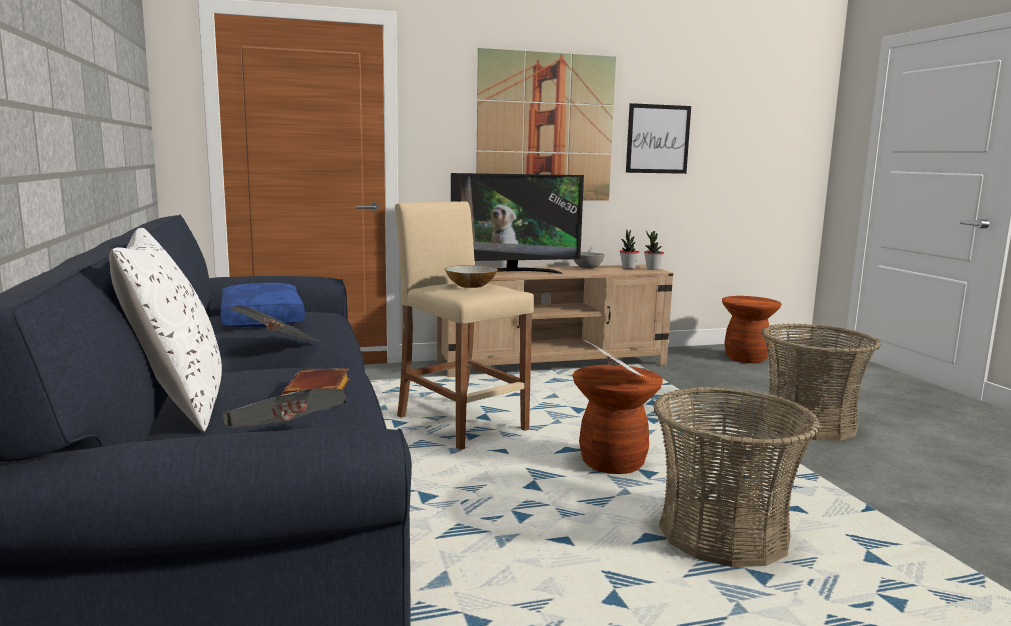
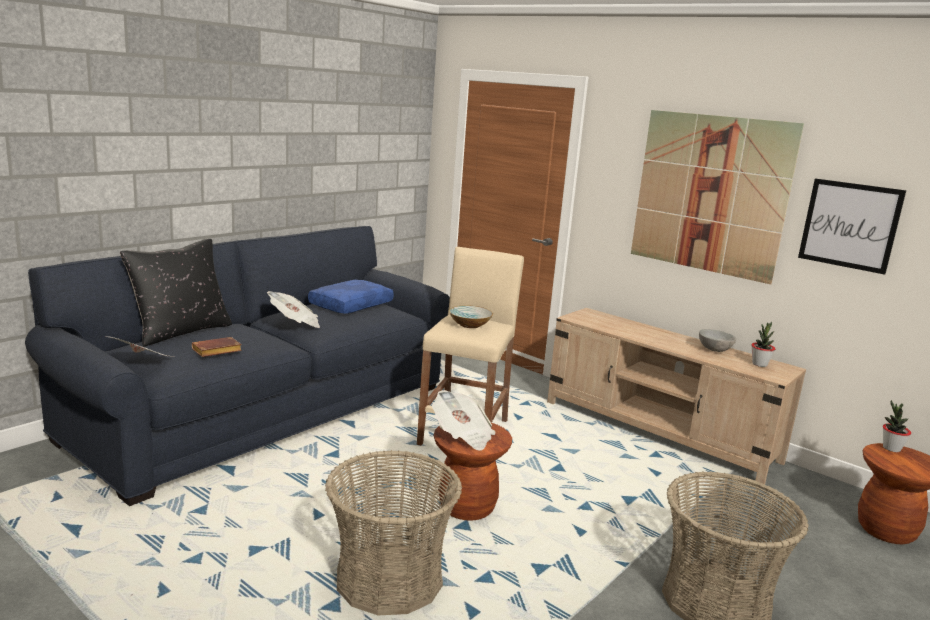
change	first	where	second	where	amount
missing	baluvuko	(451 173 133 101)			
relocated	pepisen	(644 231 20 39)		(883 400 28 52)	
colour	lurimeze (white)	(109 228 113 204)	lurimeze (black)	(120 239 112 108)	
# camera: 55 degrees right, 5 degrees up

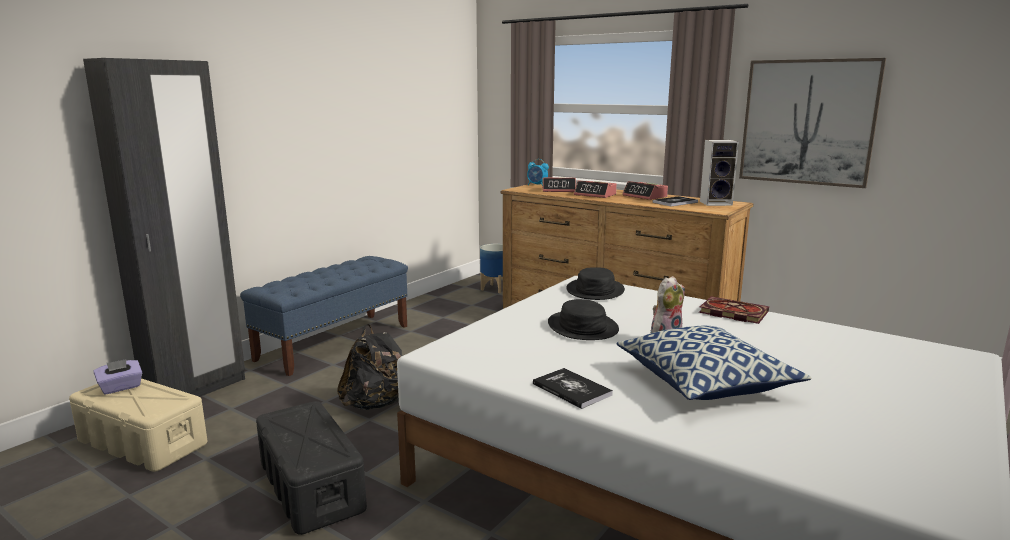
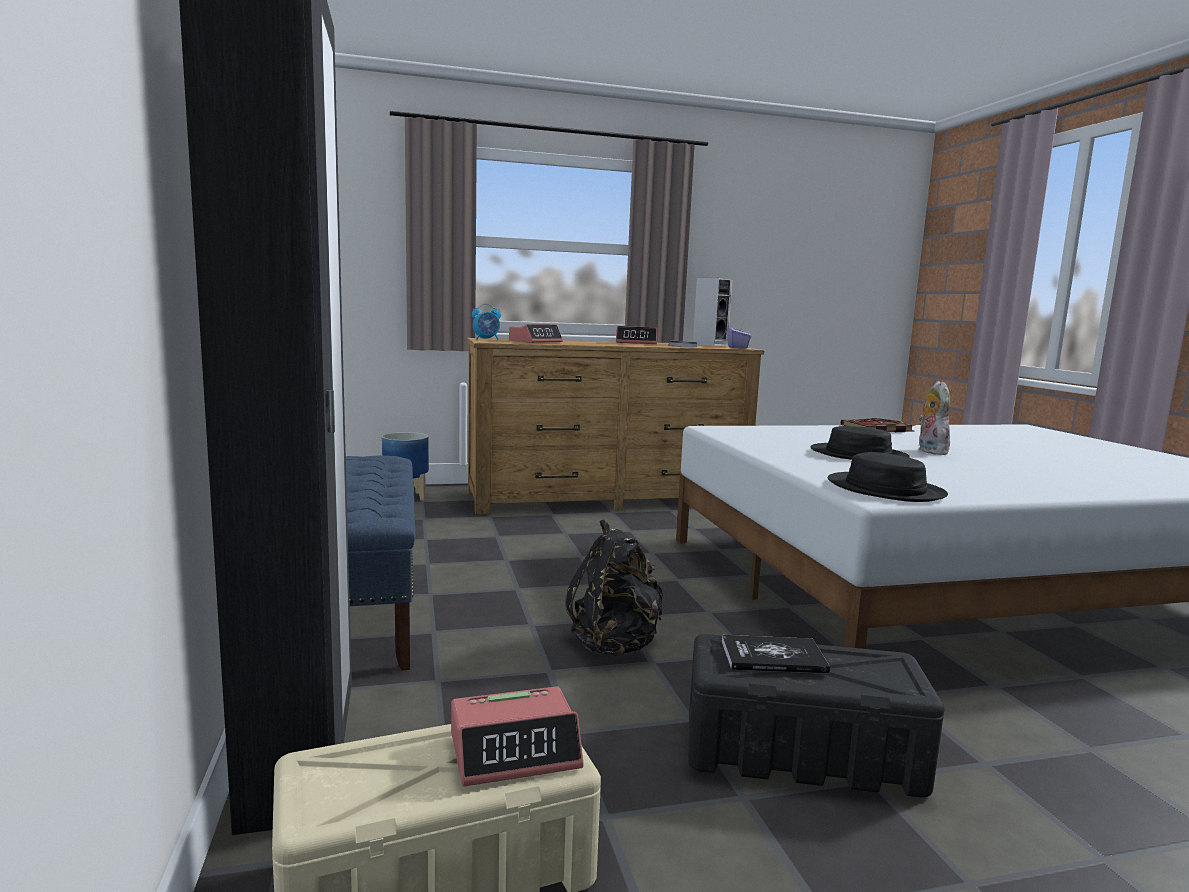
change	first	where	second	where	amount
missing	lurimeze	(617 326 194 74)			
missing	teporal	(739 58 147 130)			
relocated	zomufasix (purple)	(93 359 49 35)		(727 323 24 25)	
relocated	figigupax	(533 368 80 41)		(722 635 108 39)	
relocated	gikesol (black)	(566 267 59 33)		(828 452 120 50)	
relocated	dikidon	(574 180 43 18)		(451 686 132 101)	
# camera: 50 degrees left, 5 degrees down

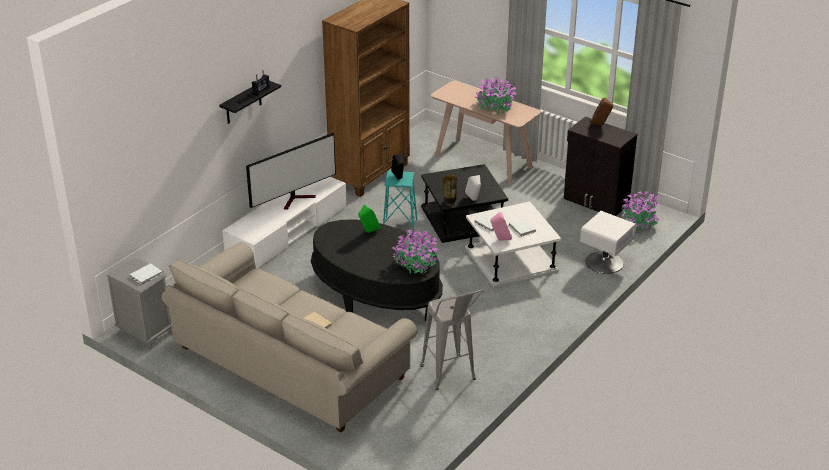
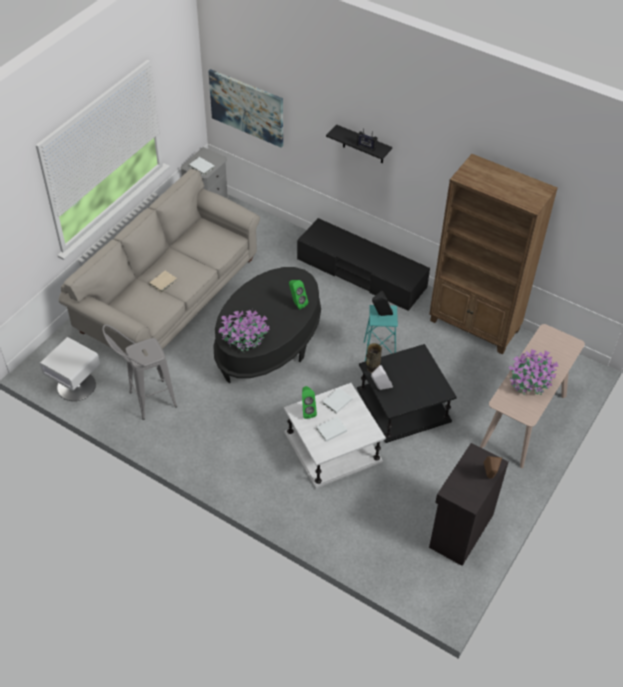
change	first	where	second	where	amount
missing	baluvuko	(246 133 90 77)			
missing	pepisen	(621 190 40 41)			
appeared			teporal	(208 69 75 79)	
relocated	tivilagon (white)	(580 211 56 63)		(39 337 61 64)	
colour	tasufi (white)	(222 177 125 91)	tasufi (black)	(297 218 133 93)	
colour	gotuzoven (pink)	(491 212 21 29)	gotuzoven (green)	(302 386 15 33)	
# camera: 85 degrees right, 15 degrees up

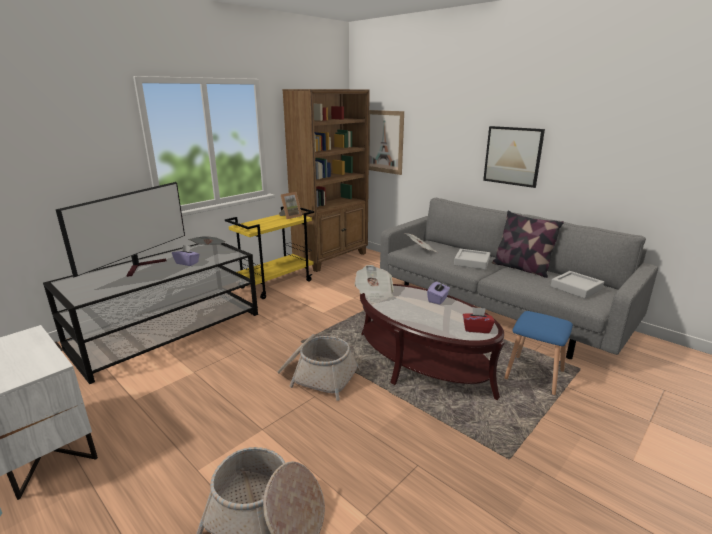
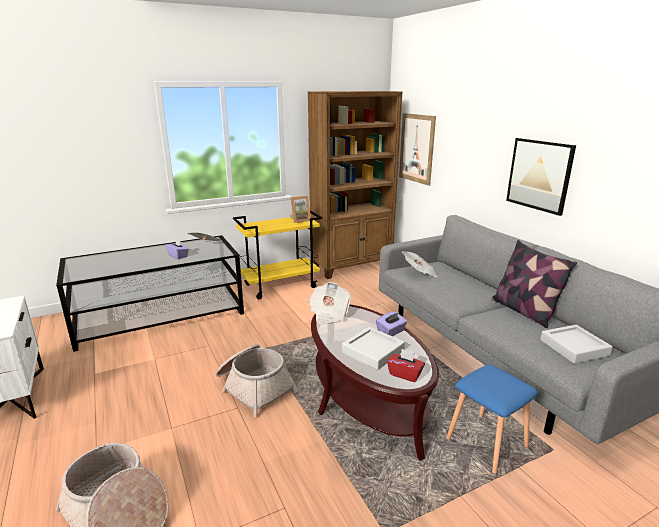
change	first	where	second	where	amount
missing	baluvuko	(56 182 129 95)			
relocated	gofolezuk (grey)	(454 249 36 21)		(342 327 63 43)	
# camera: 20 degrees right, 0 degrees up

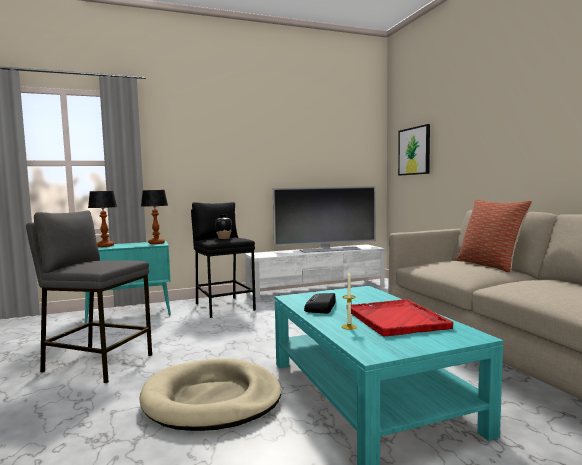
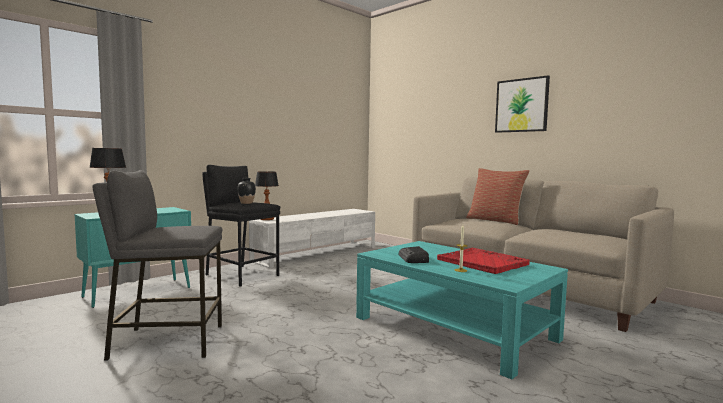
change	first	where	second	where	amount
missing	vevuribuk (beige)	(139 358 143 73)			
missing	baluvuko	(273 186 103 67)			
relocated	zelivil	(141 190 27 54)		(255 171 23 49)	
relocated	teporal	(398 124 32 52)		(495 75 55 58)	
# camera: 25 degrees left, 0 degrees up

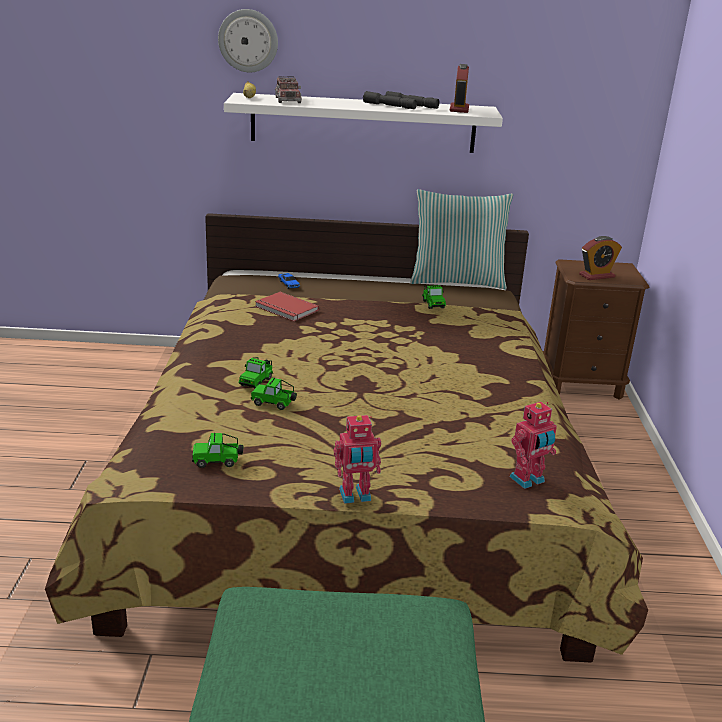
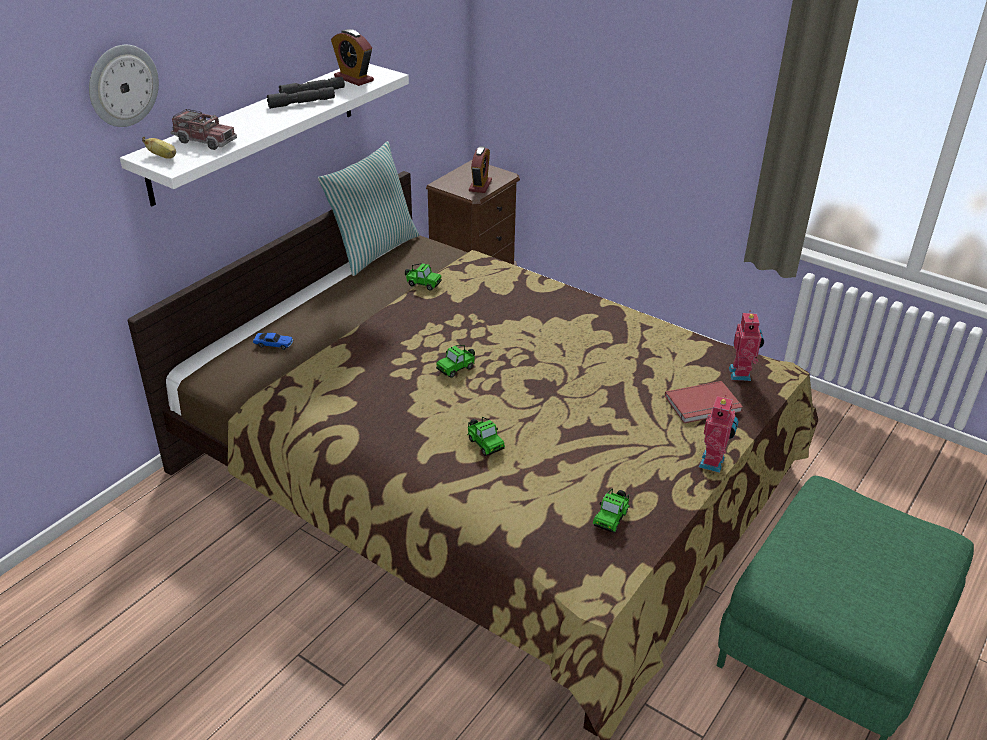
change	first	where	second	where	amount
relocated	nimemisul	(251 378 46 32)		(436 345 39 33)	
relocated	figigupax (red)	(255 292 64 29)		(665 381 78 42)	
# camera: 55 degrees left, 10 degrees up

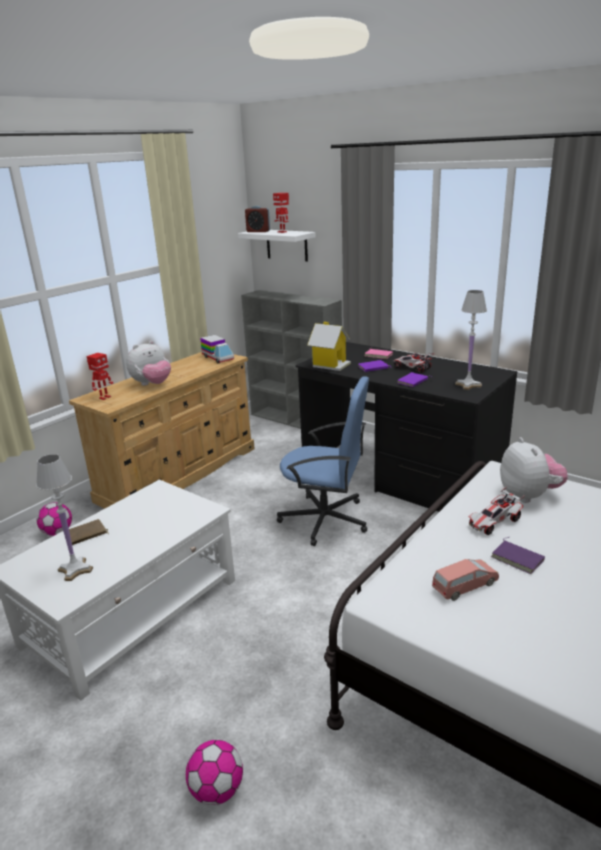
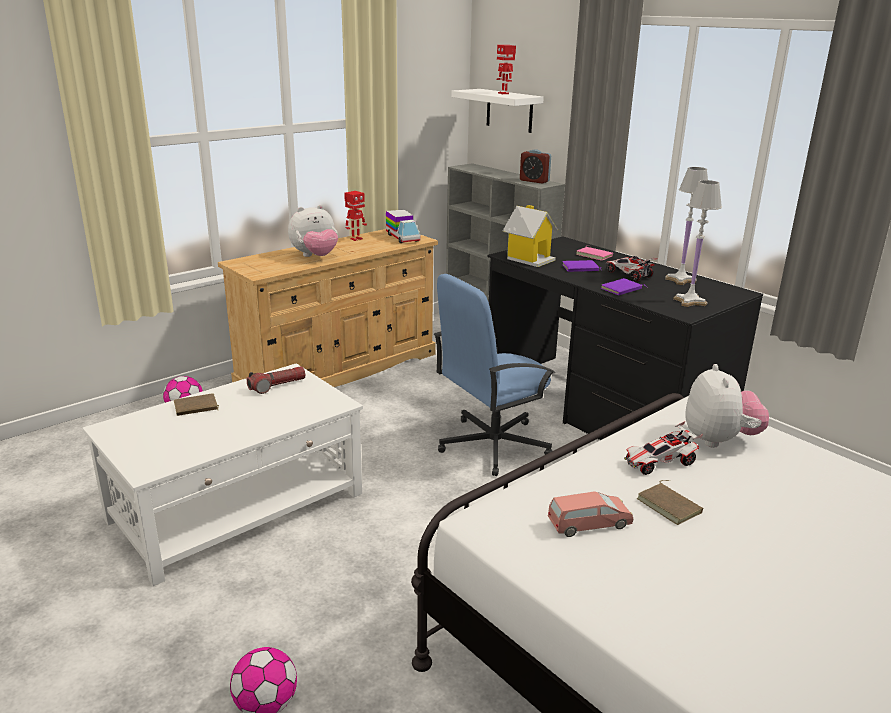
change	first	where	second	where	amount
appeared			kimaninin	(247 366 58 28)	
relocated	zelivil (white)	(36 454 57 127)		(665 167 43 118)	
relocated	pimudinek	(87 353 27 47)		(344 191 23 50)	
relocated	dikidon	(245 206 25 26)		(520 149 31 35)	
colour	figigupax (purple)	(491 537 54 37)	figigupax (brown)	(637 480 66 45)	
spun	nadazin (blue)	(277 376 92 170)		(434 274 121 202)	120 degrees clockwise
# camera: 10 degrees right, 0 degrees up

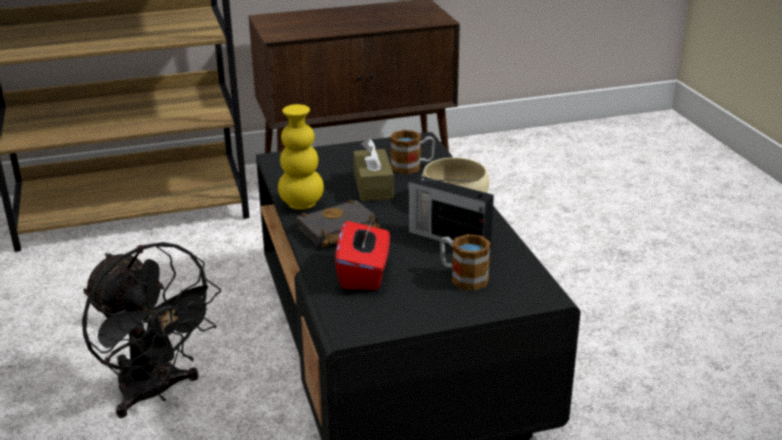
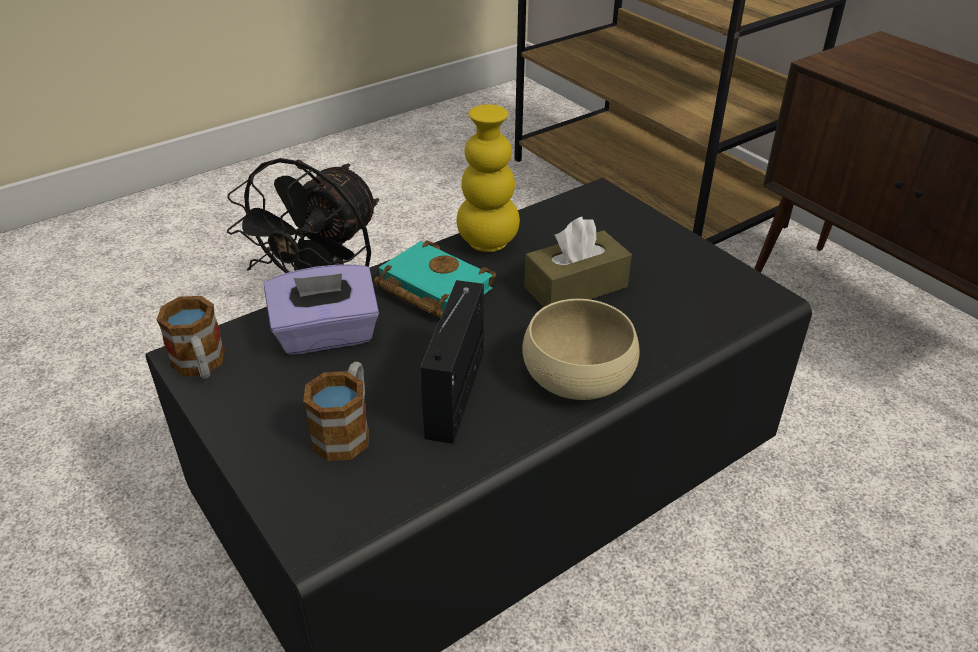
change	first	where	second	where	amount
relocated	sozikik	(390 130 45 44)		(156 296 69 83)	
colour	figigupax (black)	(297 199 83 49)	figigupax (turquoise)	(374 241 122 77)	
colour	zomufasix (red)	(335 221 55 69)	zomufasix (purple)	(264 264 115 91)	
# camera: 70 degrees right, 10 degrees up

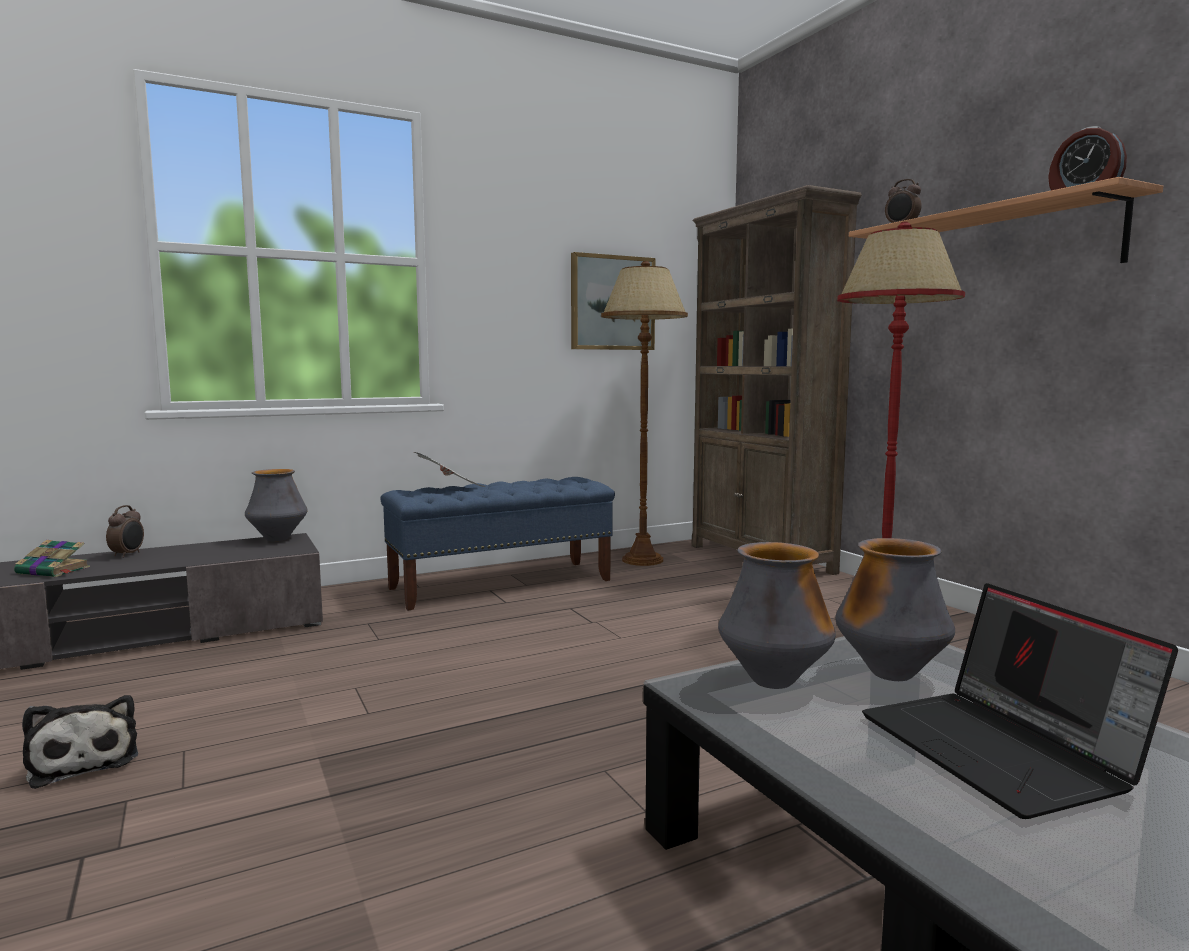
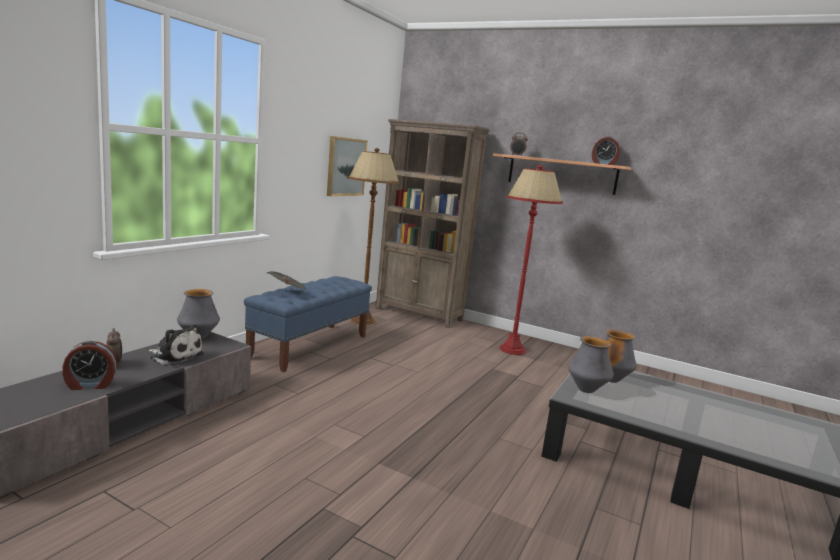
change	first	where	second	where	amount
missing	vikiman	(862 583 316 236)			
relocated	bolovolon	(22 695 116 94)		(148 325 56 41)	
exchanged	figigupax	(14 540 76 37)	dikidon	(62 341 55 49)	
# camera: 35 degrees left, 5 degrees up

